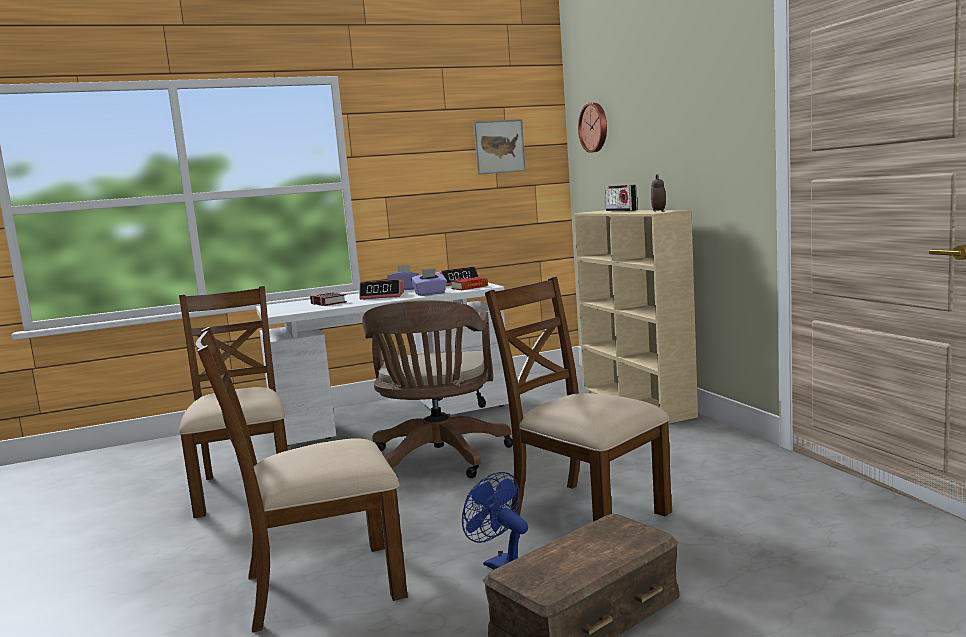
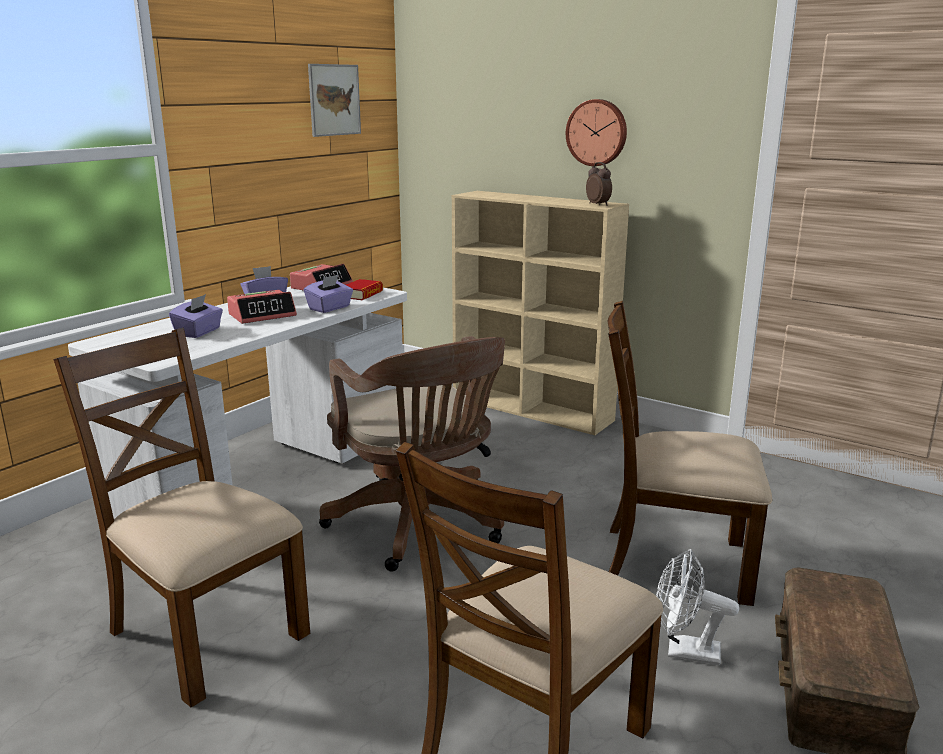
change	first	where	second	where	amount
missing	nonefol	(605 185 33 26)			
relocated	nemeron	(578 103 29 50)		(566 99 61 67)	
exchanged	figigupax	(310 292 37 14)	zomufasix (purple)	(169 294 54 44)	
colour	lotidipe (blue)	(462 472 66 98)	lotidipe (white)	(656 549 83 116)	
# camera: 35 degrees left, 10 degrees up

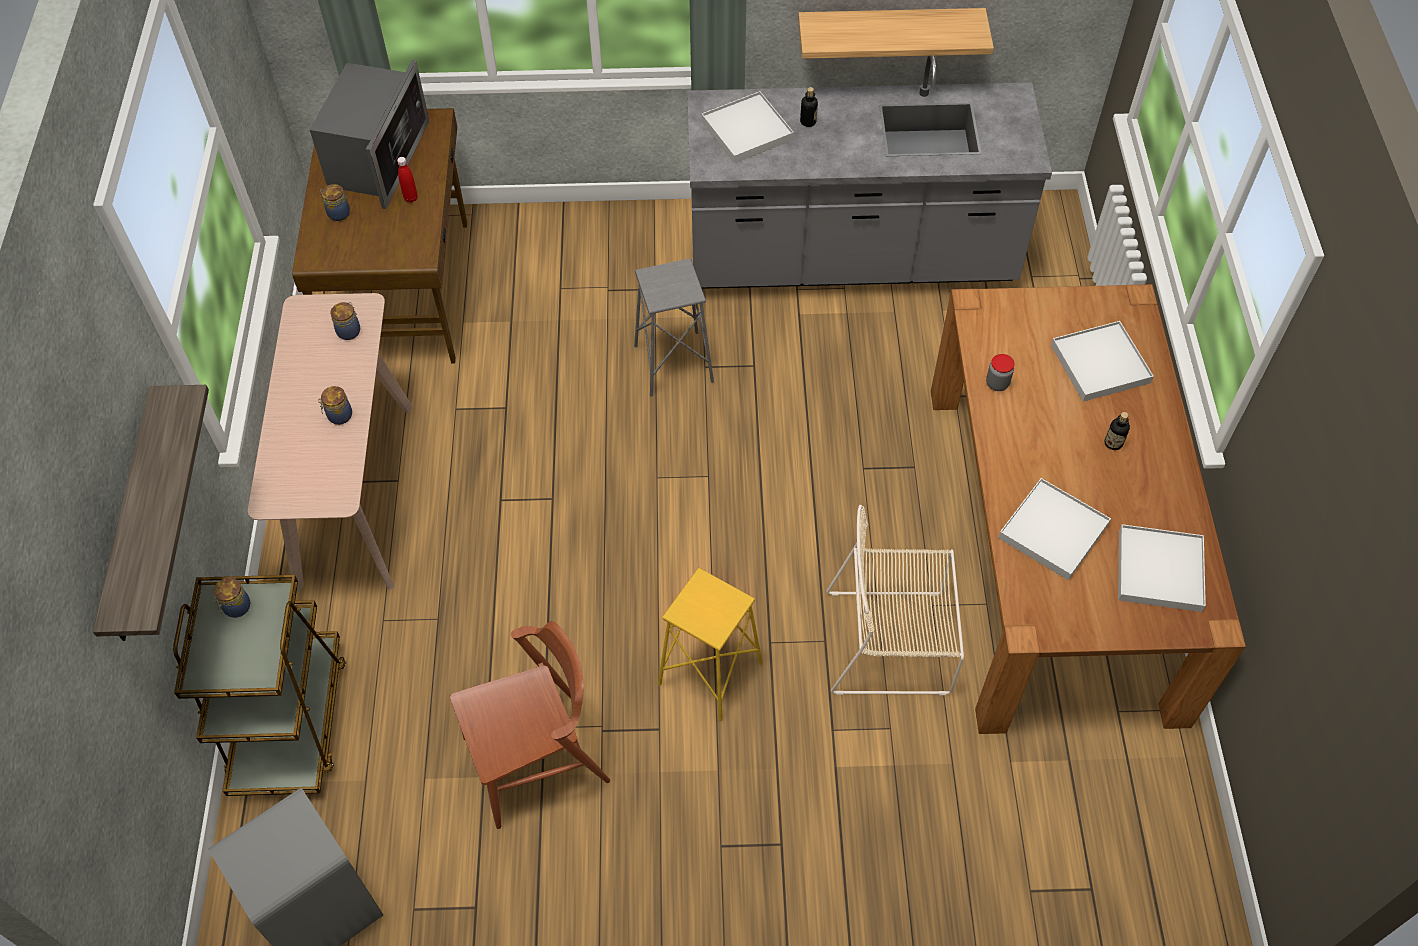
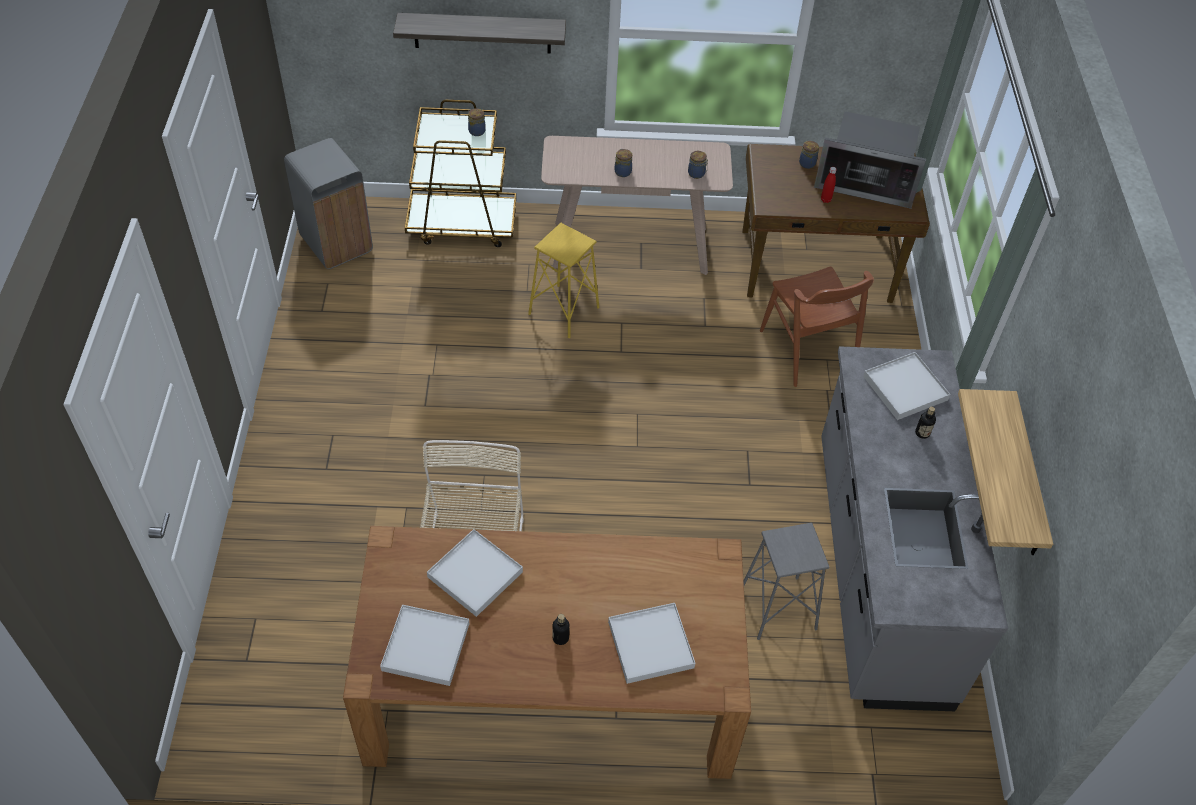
change	first	where	second	where	amount
missing	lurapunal	(986 354 29 37)			
relocated	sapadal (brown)	(450 621 160 208)		(760 267 114 120)	
relocated	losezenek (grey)	(634 258 80 139)		(744 523 85 117)	
relocated	losezenek (yellow)	(658 568 105 154)		(528 223 72 115)	
# camera: 90 degrees right, 5 degrees down

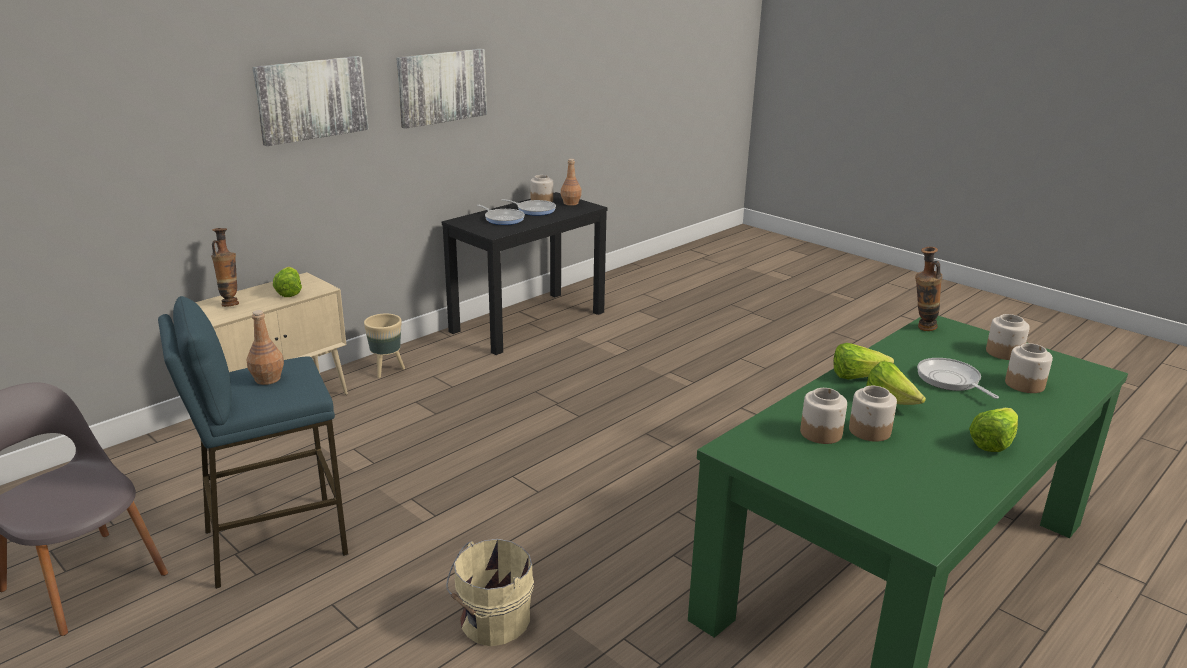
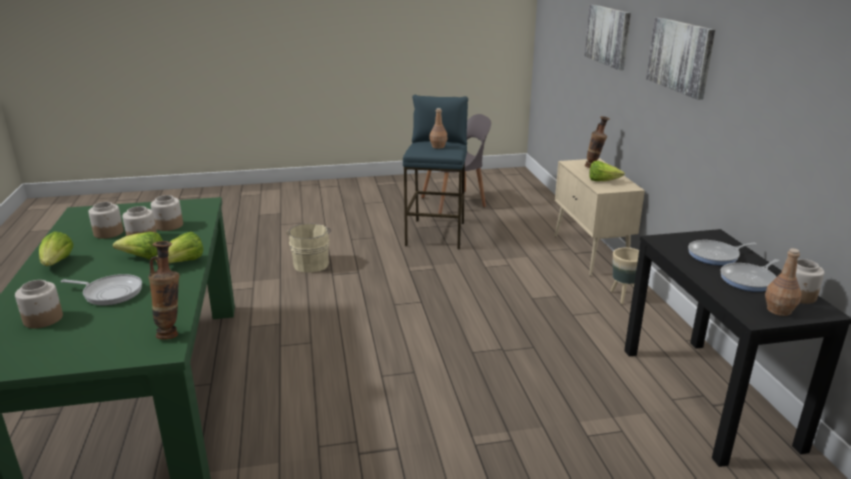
change	first	where	second	where	amount
relocated	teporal	(396 49 91 80)		(584 4 47 66)	
relocated	lurapunal	(986 314 44 46)		(88 202 36 37)	
# camera: 125 degrees right, 0 degrees up

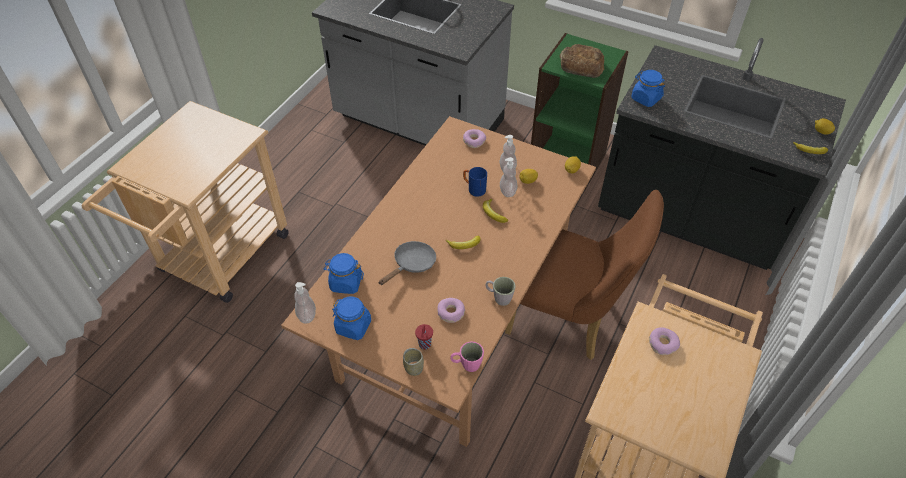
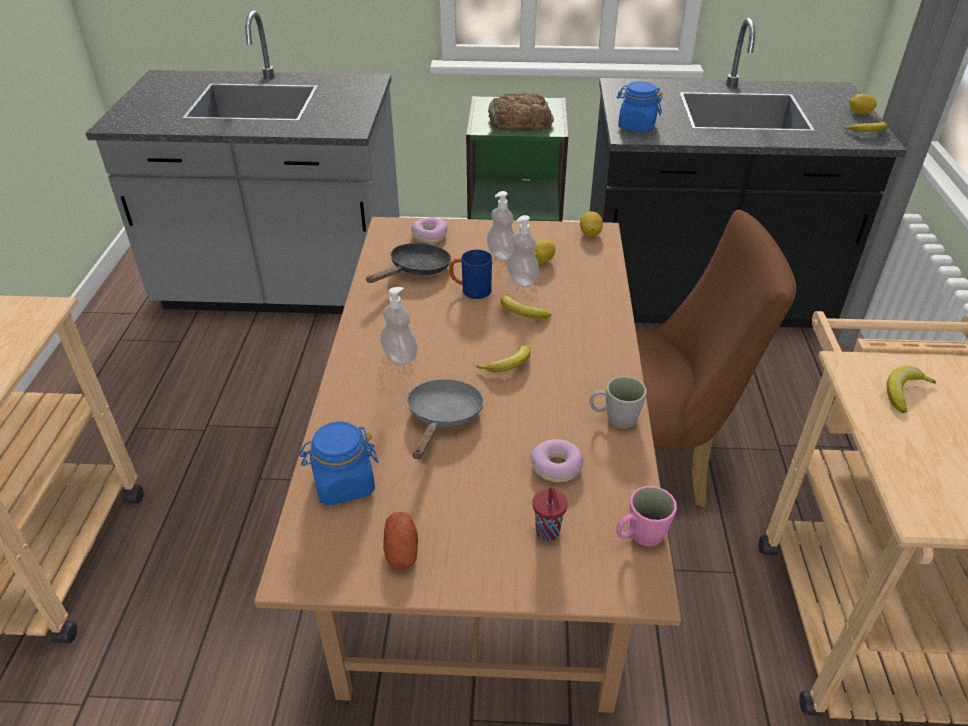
change	first	where	second	where	amount
missing	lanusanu	(403 348 21 28)			
appeared			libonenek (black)	(366 243 85 40)	
relocated	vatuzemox	(294 282 22 42)		(380 287 38 78)	
exchanged	lurapunal (blue)	(332 296 39 44)	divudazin	(383 512 35 57)	
exchanged	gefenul	(649 327 31 28)	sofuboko	(887 366 49 47)	
# camera: 25 degrees left, 10 degrees down

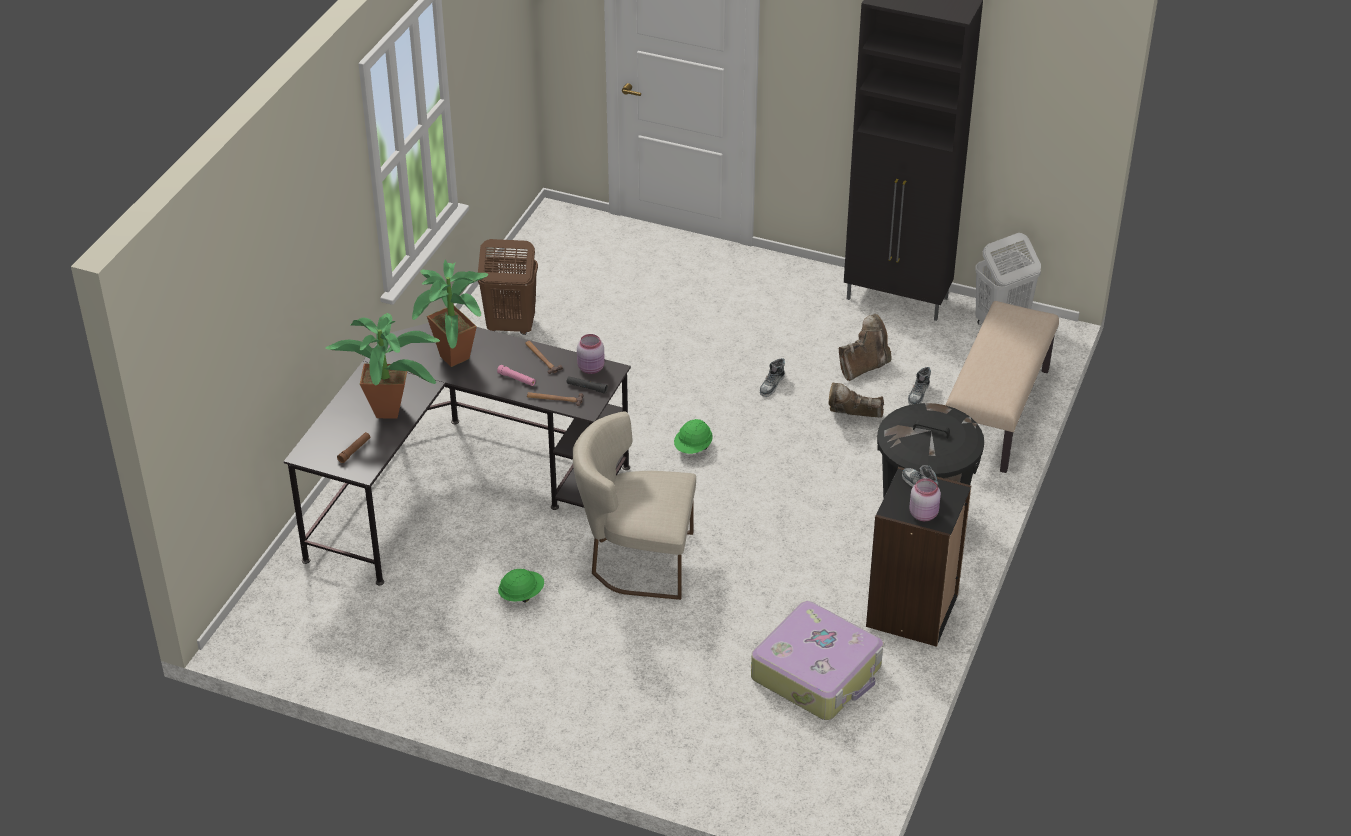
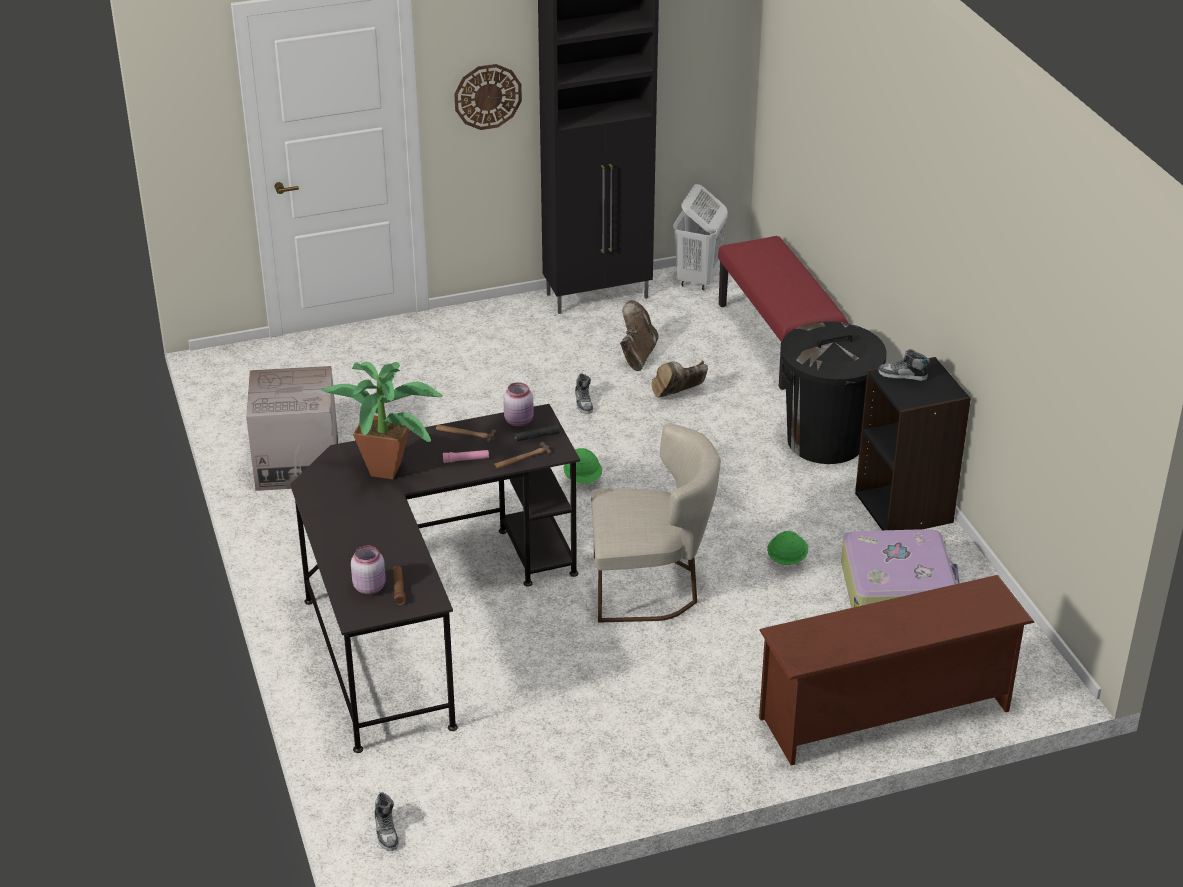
change	first	where	second	where	amount
missing	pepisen	(325 313 115 106)			
appeared			nemeron	(454 64 68 66)	
appeared			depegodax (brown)	(759 575 276 190)	
relocated	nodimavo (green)	(498 569 46 34)		(767 531 41 34)	
relocated	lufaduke	(908 367 23 38)		(374 792 25 59)	
relocated	lurapunal (pink)	(909 478 32 43)		(351 546 35 48)	
exchanged	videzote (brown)	(478 239 60 96)	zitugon	(246 366 92 125)	
colour	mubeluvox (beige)	(946 301 113 172)	mubeluvox (red)	(718 236 130 154)	
spun	sapadal (beige)	(573 412 123 188)		(591 423 130 200)	150 degrees counterclockwise
# camera: 40 degrees left, 5 degrees down

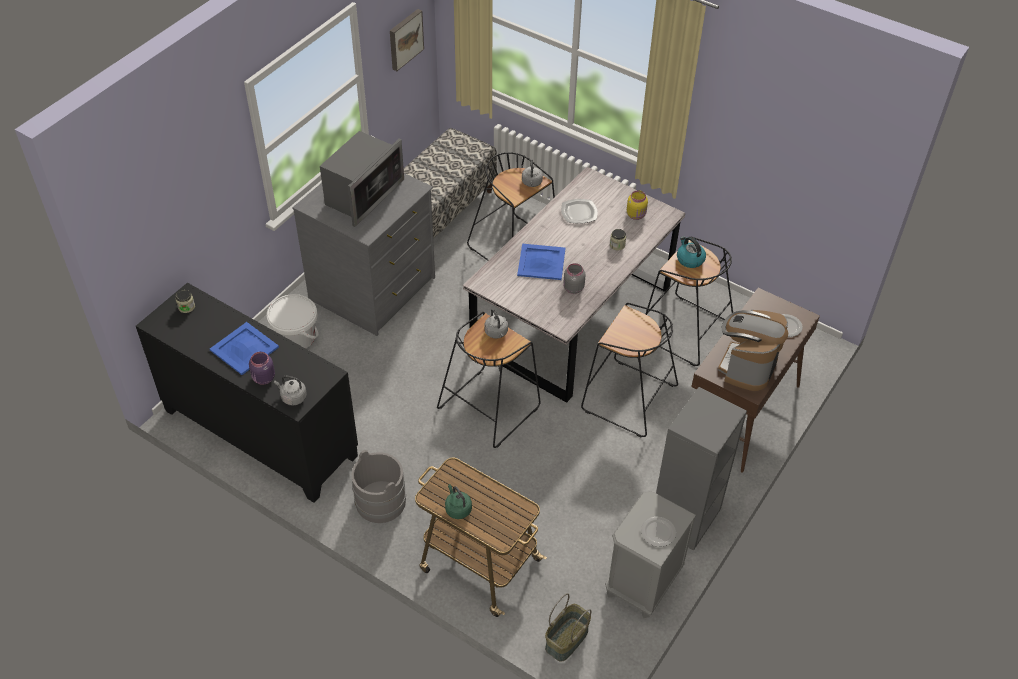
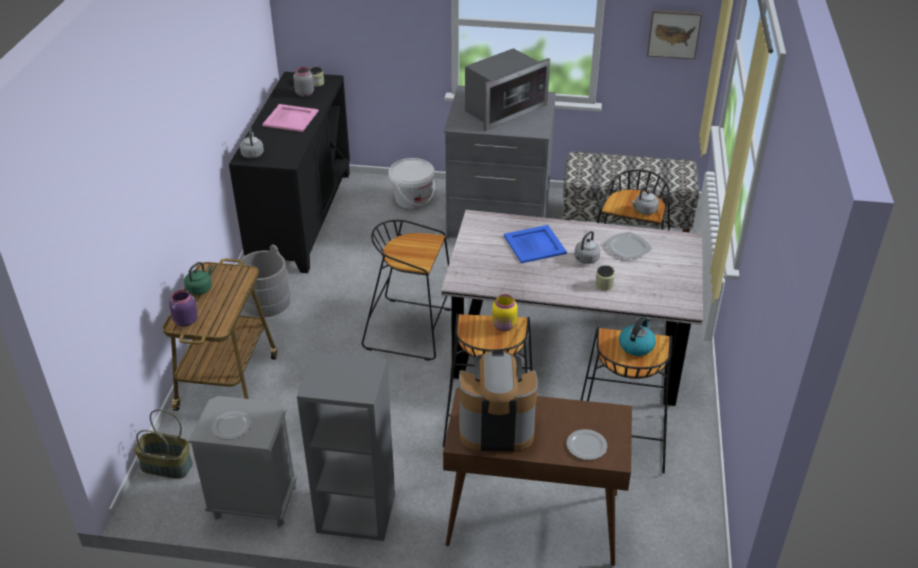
change	first	where	second	where	amount
relocated	lurapunal (purple)	(249 352 26 33)		(169 290 29 37)	
relocated	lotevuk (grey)	(484 309 24 30)		(574 231 26 33)	
relocated	lurapunal (grey)	(563 263 22 31)		(293 67 21 30)	
relocated	lurapunal (yellow)	(627 190 21 30)		(492 294 26 37)	
colour	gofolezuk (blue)	(210 322 69 53)	gofolezuk (pink)	(262 104 56 28)	
spun	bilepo	(320 131 84 96)		(465 48 85 83)	45 degrees counterclockwise
# camera: 65 degrees right, 10 degrees down

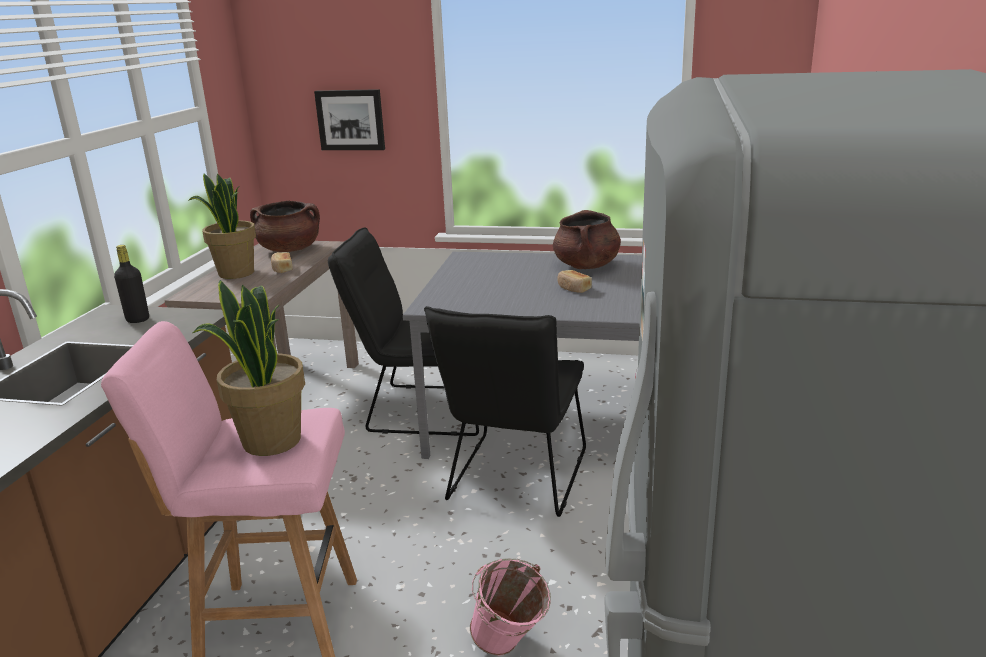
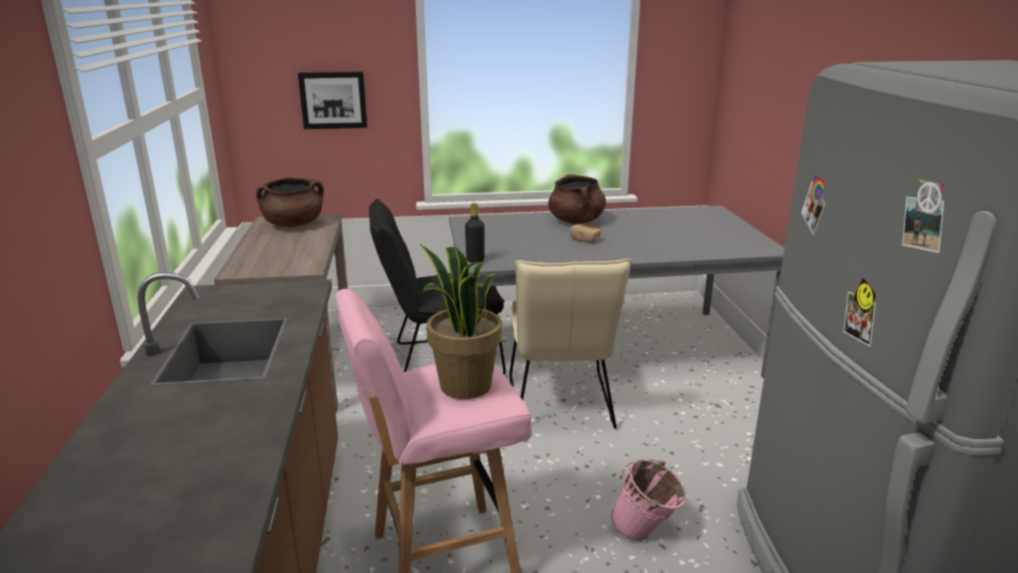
change	first	where	second	where	amount
missing	pepisen	(188 173 68 106)			
missing	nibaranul	(271 252 22 21)			
relocated	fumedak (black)	(114 245 35 78)		(465 203 20 60)	
colour	sapadal (black)	(424 306 162 211)	sapadal (beige)	(510 258 122 171)	
# camera: 20 degrees left, 0 degrees up

